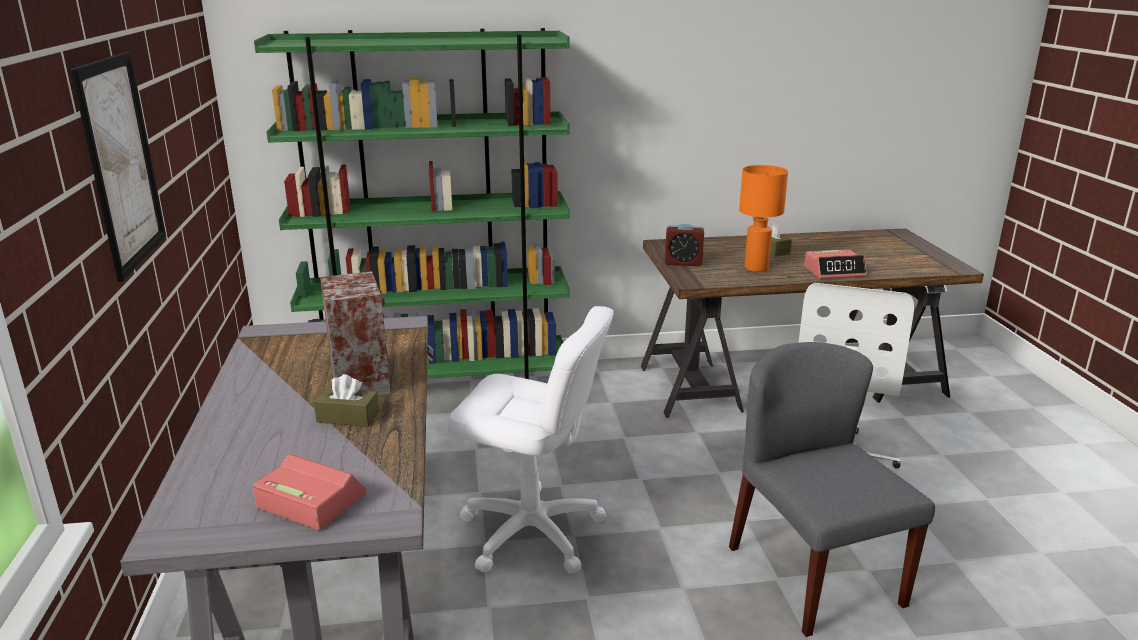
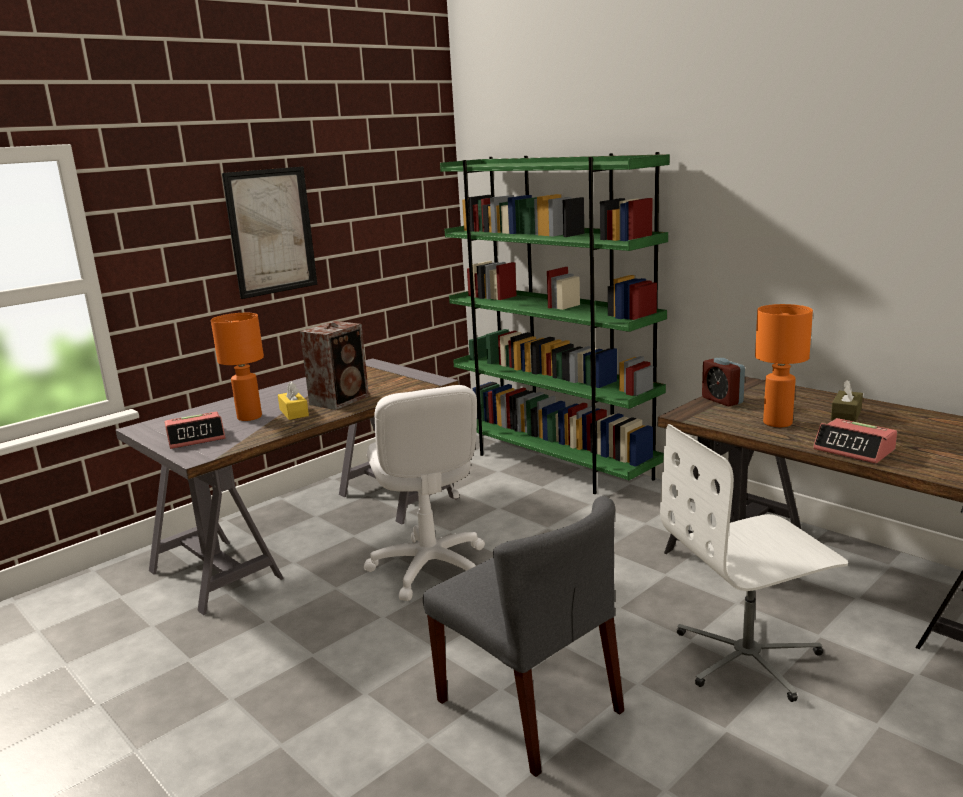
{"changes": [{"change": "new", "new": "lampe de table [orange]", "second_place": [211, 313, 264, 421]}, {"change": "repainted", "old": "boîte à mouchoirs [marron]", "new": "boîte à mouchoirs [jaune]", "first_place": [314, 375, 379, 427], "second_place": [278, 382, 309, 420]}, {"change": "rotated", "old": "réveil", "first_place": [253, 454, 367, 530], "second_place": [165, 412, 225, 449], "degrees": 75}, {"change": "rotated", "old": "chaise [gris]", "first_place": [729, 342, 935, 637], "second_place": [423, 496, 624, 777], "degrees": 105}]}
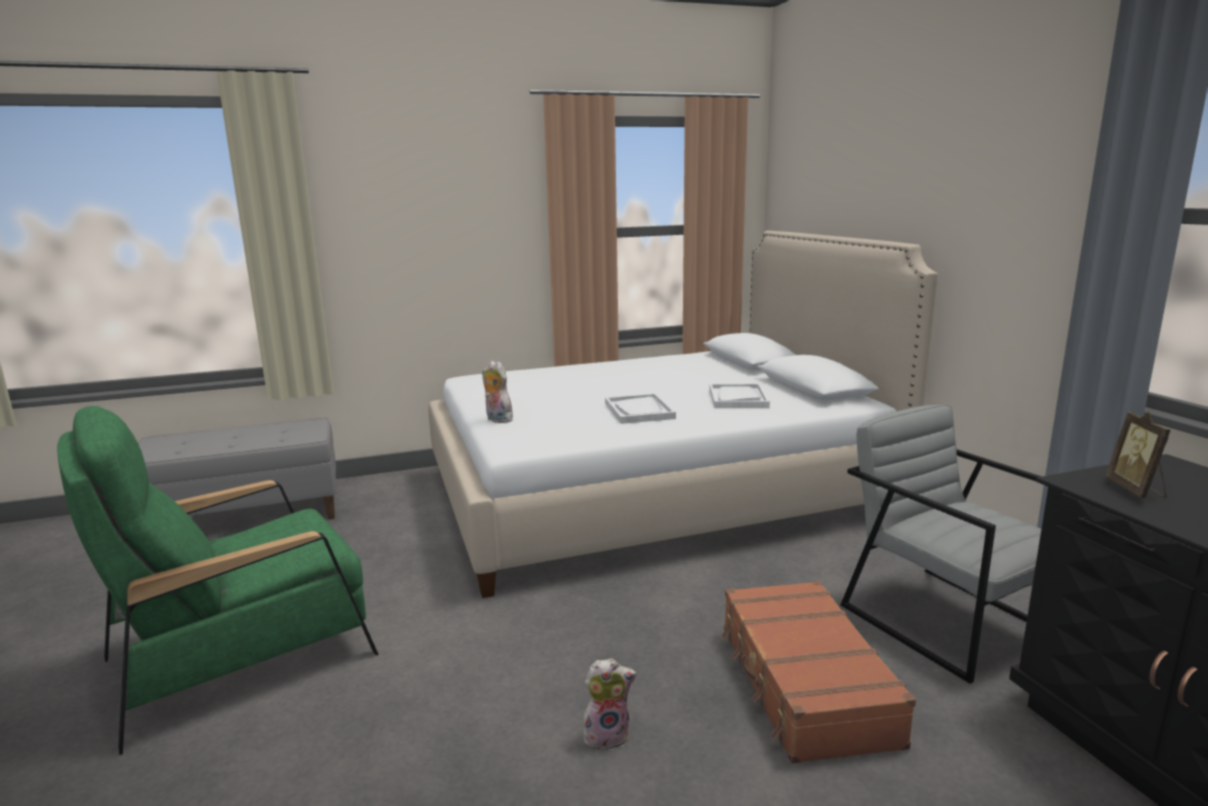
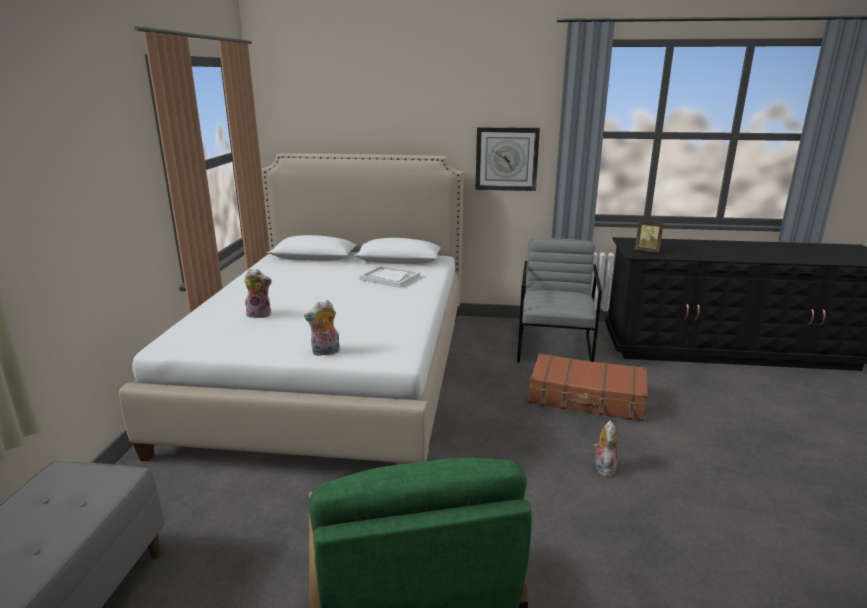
{"changes": [{"change": "gone", "old": "plateau [blanc]", "first_place": [605, 393, 676, 424]}, {"change": "new", "new": "peluche", "second_place": [244, 269, 272, 318]}, {"change": "new", "new": "horloge murale", "second_place": [475, 127, 540, 191]}, {"change": "rotated", "old": "fauteuil [gris]", "first_place": [840, 405, 1042, 684], "second_place": [517, 238, 602, 362], "degrees": 105}]}
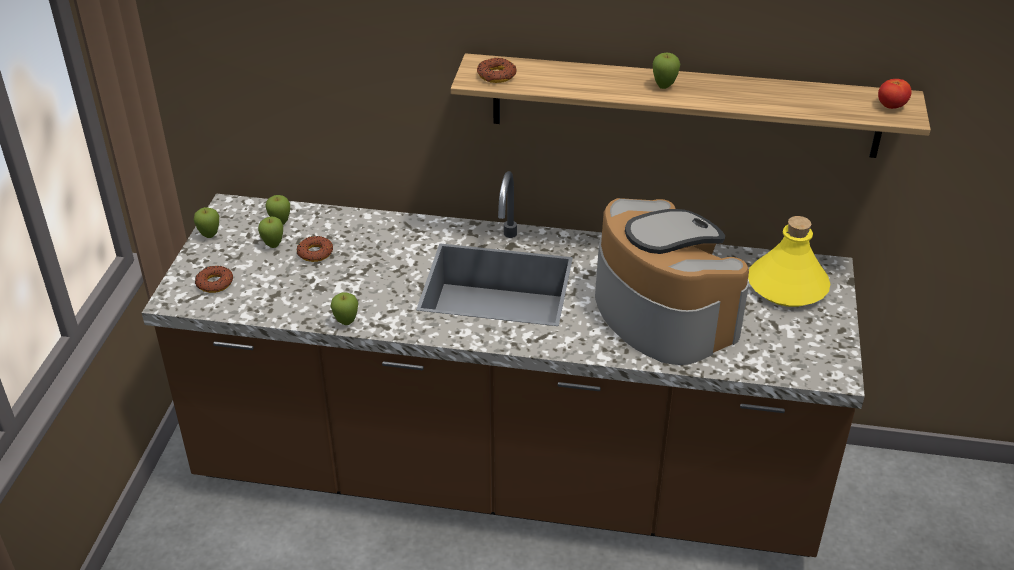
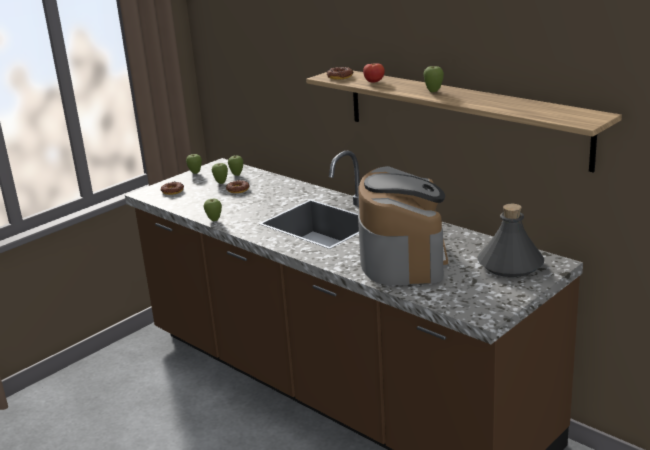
{"changes": [{"change": "shifted", "old": "tomate", "first_place": [878, 79, 912, 109], "second_place": [363, 63, 385, 83]}, {"change": "repainted", "old": "bouteille [jaune]", "new": "bouteille [gris]", "first_place": [748, 216, 830, 307], "second_place": [478, 204, 544, 277]}]}
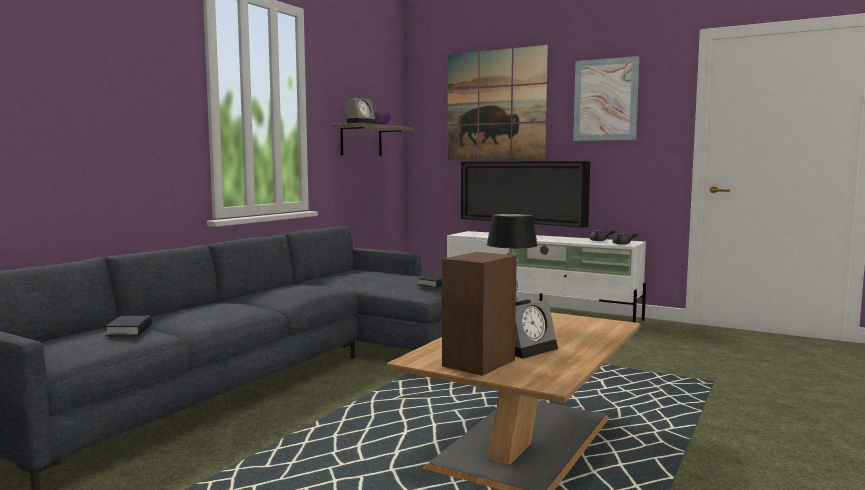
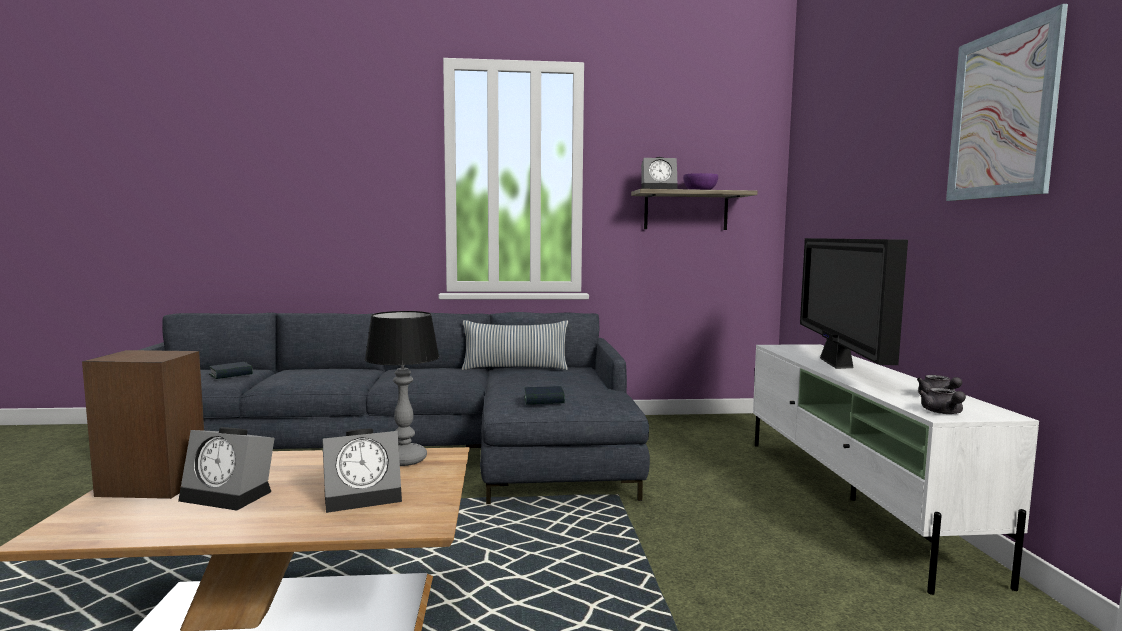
{"changes": [{"change": "gone", "old": "tableau", "first_place": [447, 45, 548, 160]}, {"change": "new", "new": "réveil", "second_place": [322, 429, 402, 513]}, {"change": "new", "new": "coussin", "second_place": [462, 320, 568, 370]}]}
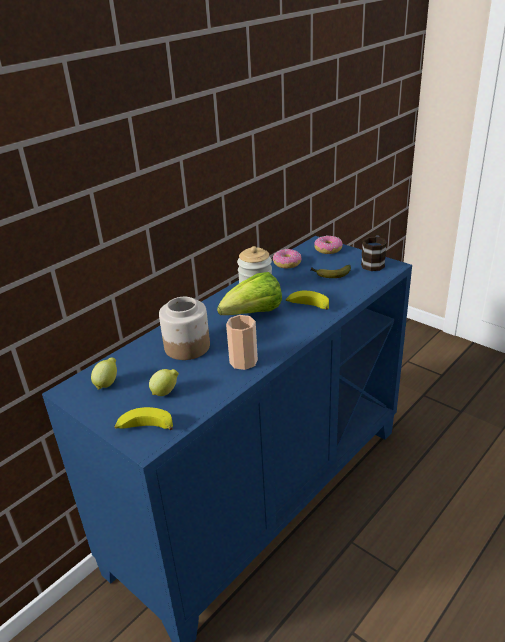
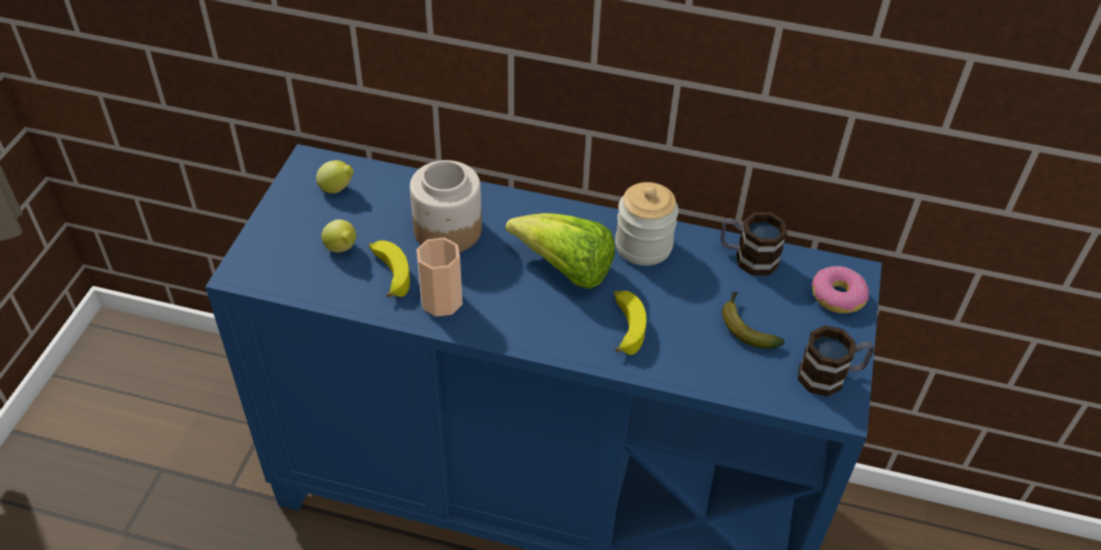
{"changes": [{"change": "shifted", "old": "banane", "first_place": [115, 407, 173, 430], "second_place": [369, 240, 410, 298]}, {"change": "swapped", "old": "beignet", "new": "mug", "first_place": [273, 249, 302, 268], "second_place": [721, 212, 787, 276]}]}
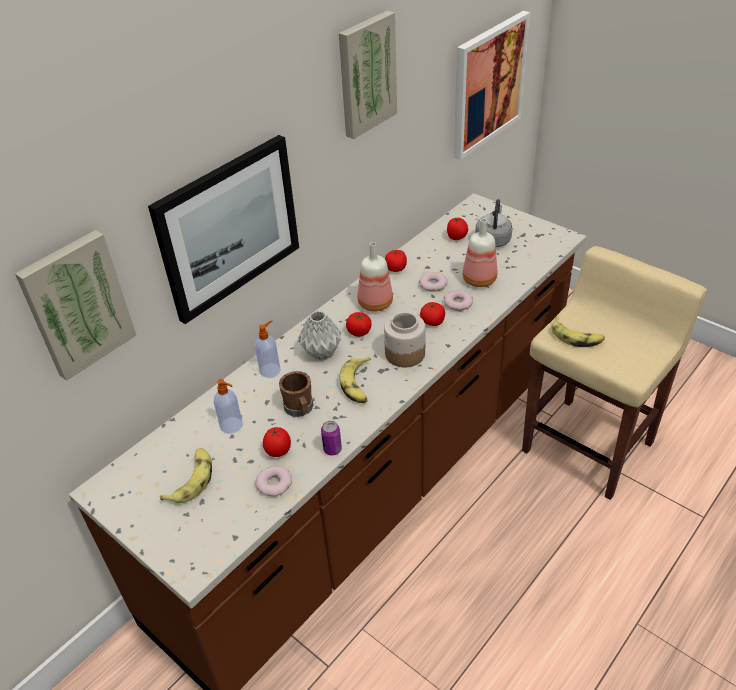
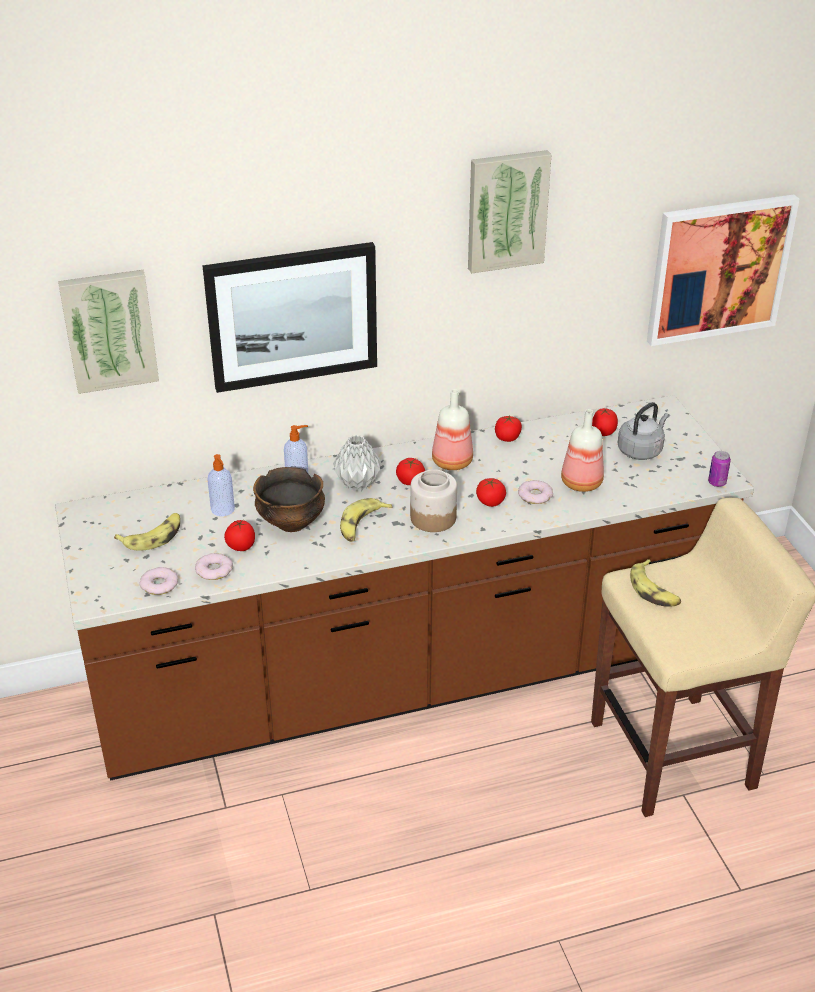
{"changes": [{"change": "shifted", "old": "boîte métallique", "first_place": [321, 421, 342, 455], "second_place": [708, 451, 731, 487]}, {"change": "shifted", "old": "beignet", "first_place": [419, 272, 448, 292], "second_place": [139, 567, 178, 595]}, {"change": "swapped", "old": "mug [marron]", "new": "bol", "first_place": [279, 371, 313, 417], "second_place": [253, 467, 325, 532]}]}
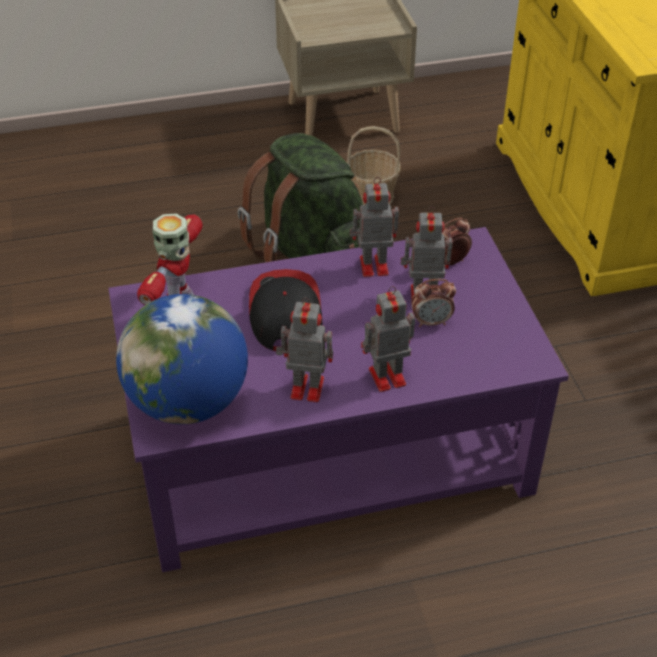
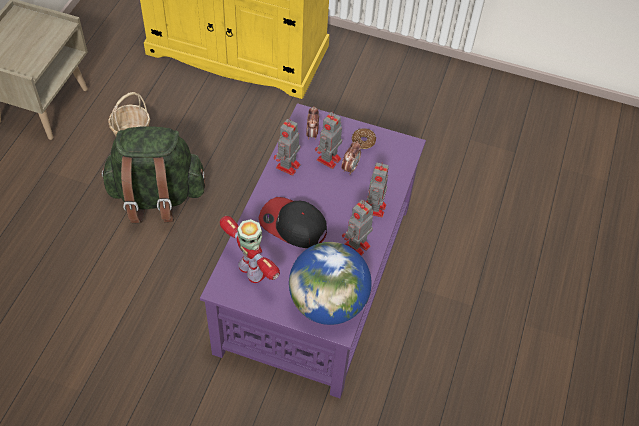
{"changes": [{"change": "new", "new": "beignet", "second_place": [352, 128, 376, 149]}]}
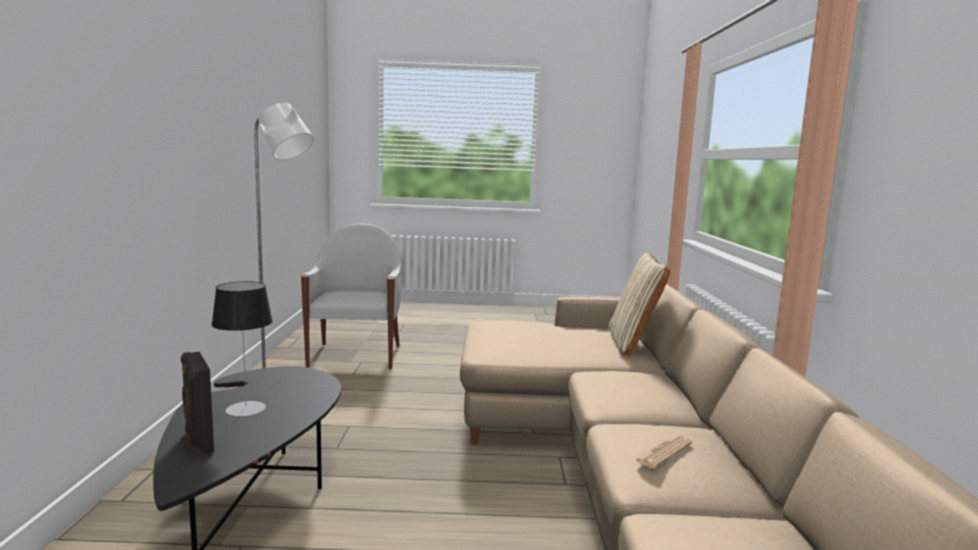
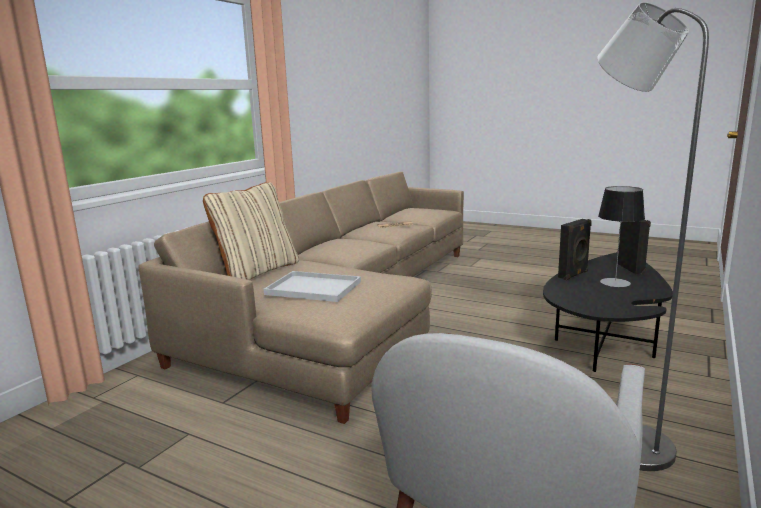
{"changes": [{"change": "new", "new": "plateau [blanc]", "second_place": [264, 271, 361, 302]}, {"change": "new", "new": "enceinte [noir]", "second_place": [558, 219, 592, 280]}]}
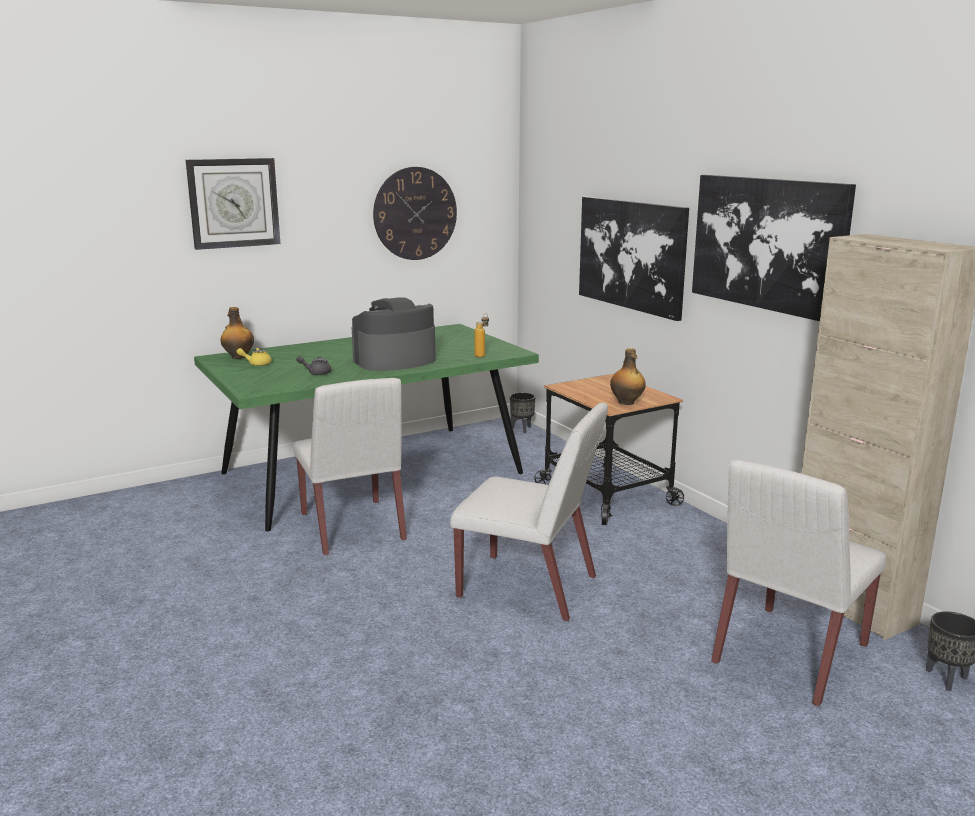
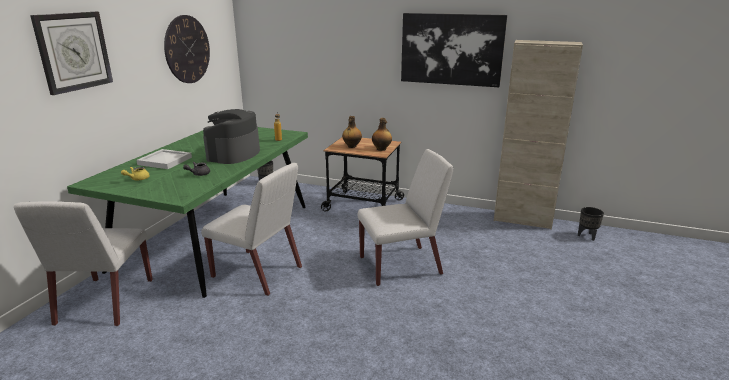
{"changes": [{"change": "gone", "old": "tableau", "first_place": [579, 196, 689, 321]}, {"change": "new", "new": "plateau [blanc]", "second_place": [136, 149, 192, 169]}, {"change": "shifted", "old": "bouteille", "first_place": [221, 307, 254, 359], "second_place": [342, 116, 362, 148]}, {"change": "shifted", "old": "chaise [blanc]", "first_place": [711, 460, 886, 706], "second_place": [14, 201, 153, 326]}]}
